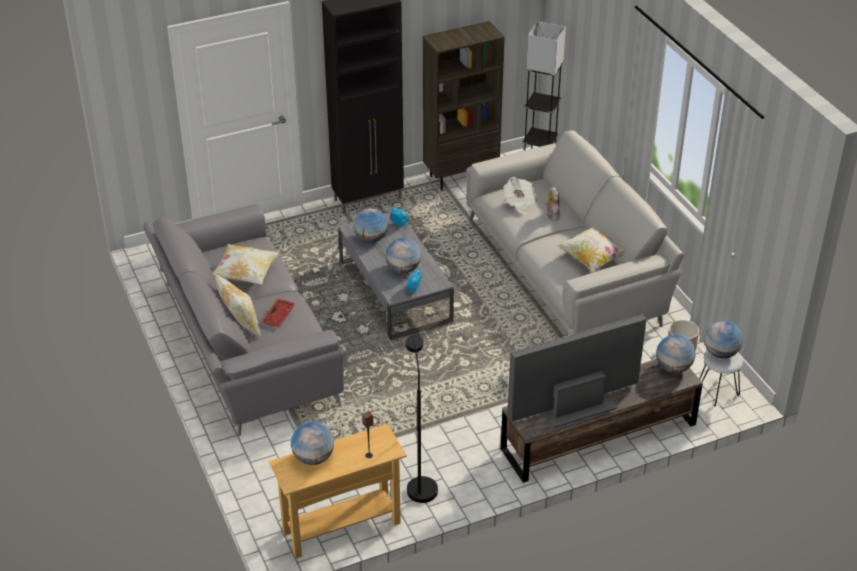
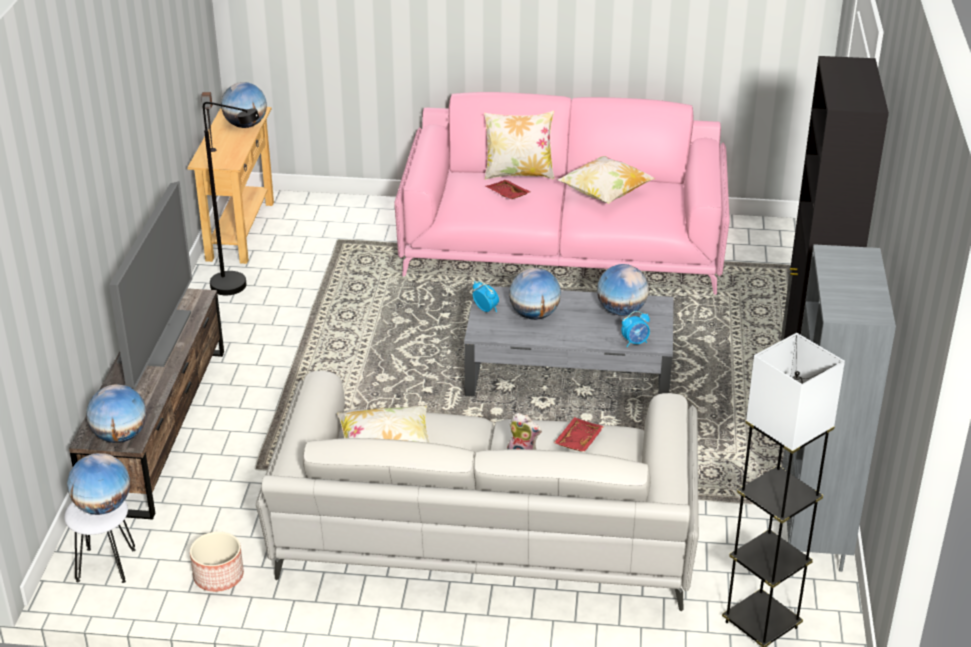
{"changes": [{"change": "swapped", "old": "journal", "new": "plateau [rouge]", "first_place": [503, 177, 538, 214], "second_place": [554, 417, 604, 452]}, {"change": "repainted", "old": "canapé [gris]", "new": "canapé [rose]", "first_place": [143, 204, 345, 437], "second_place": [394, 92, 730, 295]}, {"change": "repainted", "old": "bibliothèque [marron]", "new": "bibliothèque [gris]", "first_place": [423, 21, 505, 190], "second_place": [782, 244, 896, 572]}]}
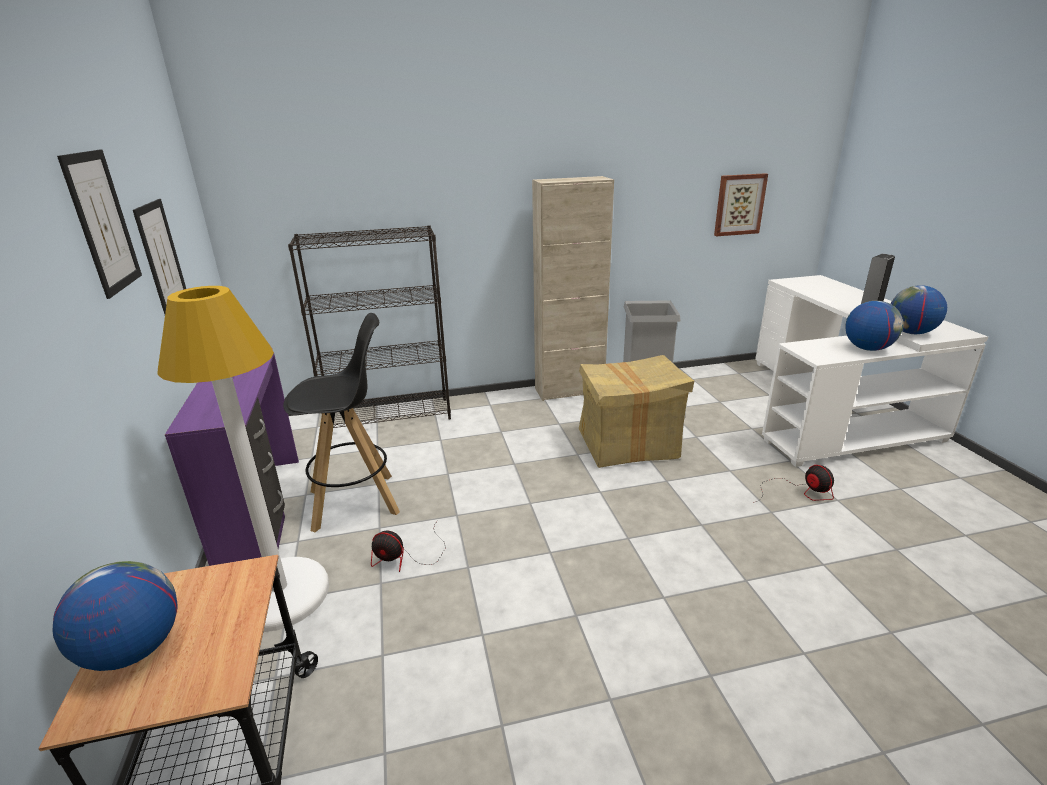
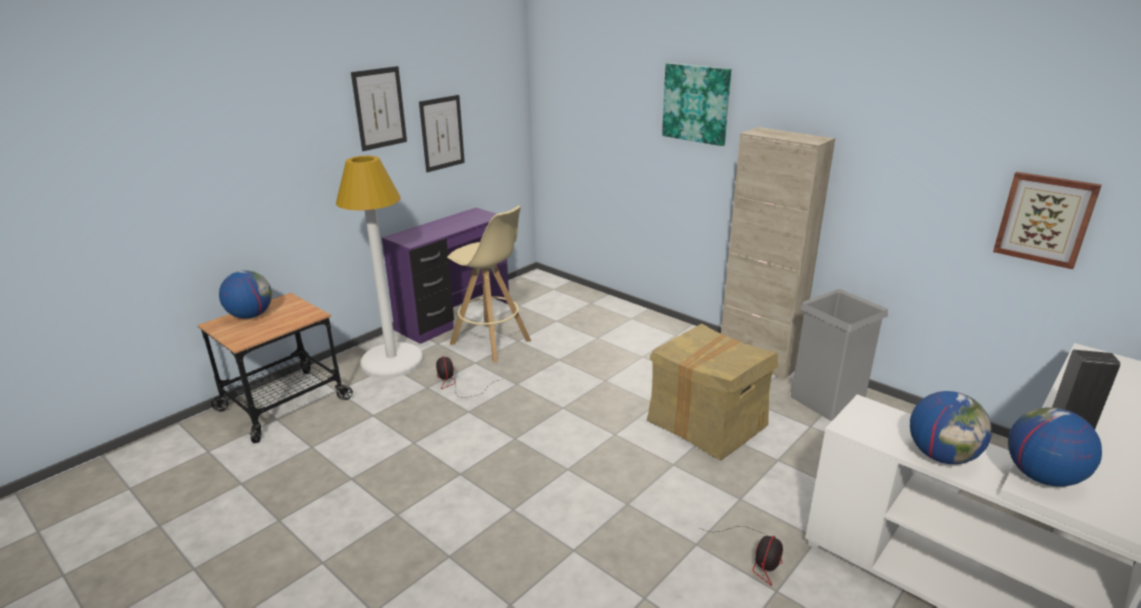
{"changes": [{"change": "gone", "old": "bibliothèque [noir]", "first_place": [288, 225, 451, 428]}, {"change": "new", "new": "tableau", "second_place": [662, 63, 731, 146]}, {"change": "repainted", "old": "tabouret [noir]", "new": "tabouret [beige]", "first_place": [283, 313, 400, 532], "second_place": [447, 206, 531, 363]}]}
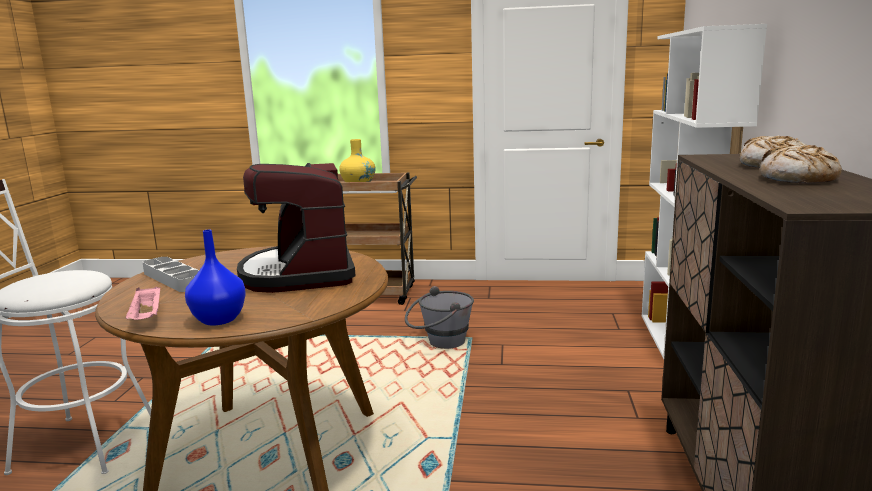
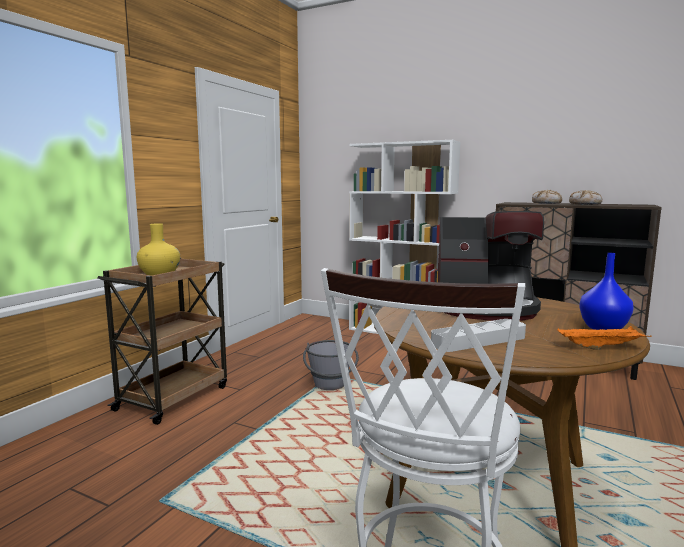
{"changes": [{"change": "repainted", "old": "plateau [rose]", "new": "plateau [orange]", "first_place": [126, 287, 160, 320], "second_place": [557, 326, 651, 350]}]}
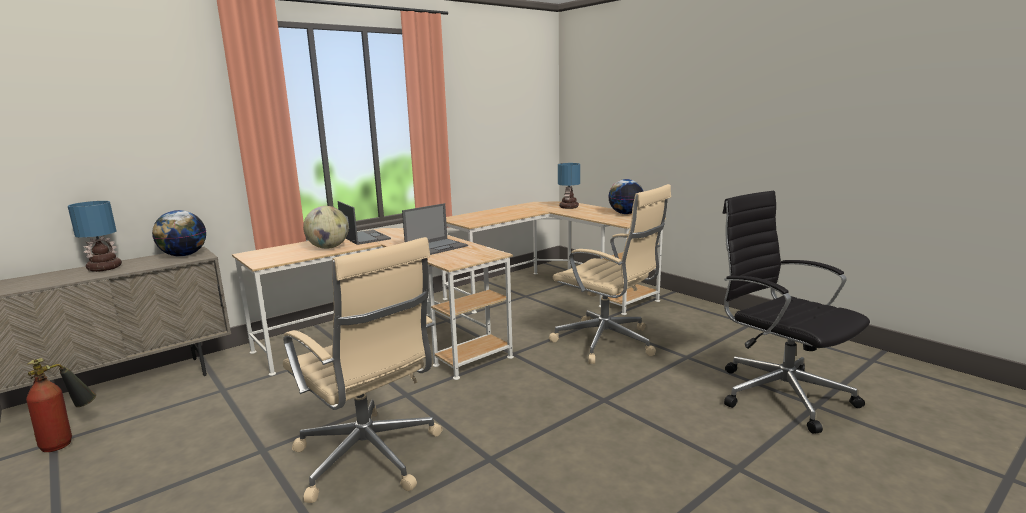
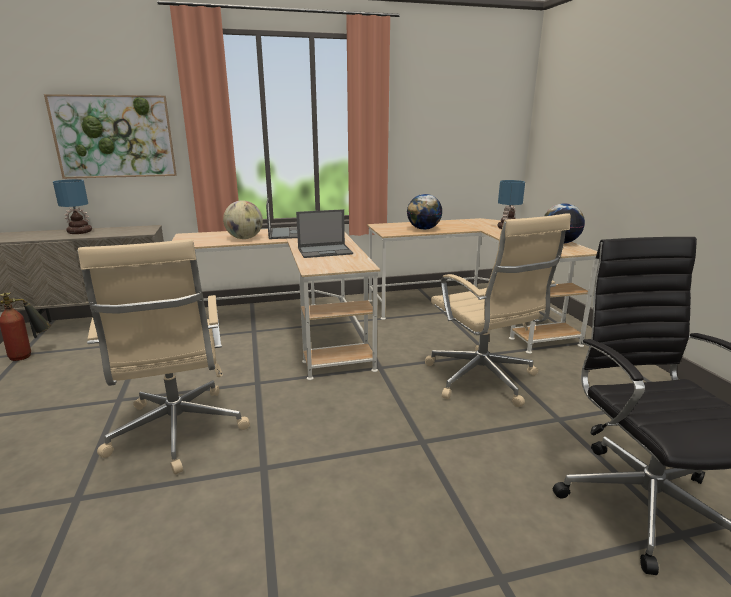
{"changes": [{"change": "new", "new": "tableau", "second_place": [44, 94, 177, 179]}, {"change": "shifted", "old": "globe", "first_place": [152, 210, 206, 256], "second_place": [407, 194, 442, 230]}]}
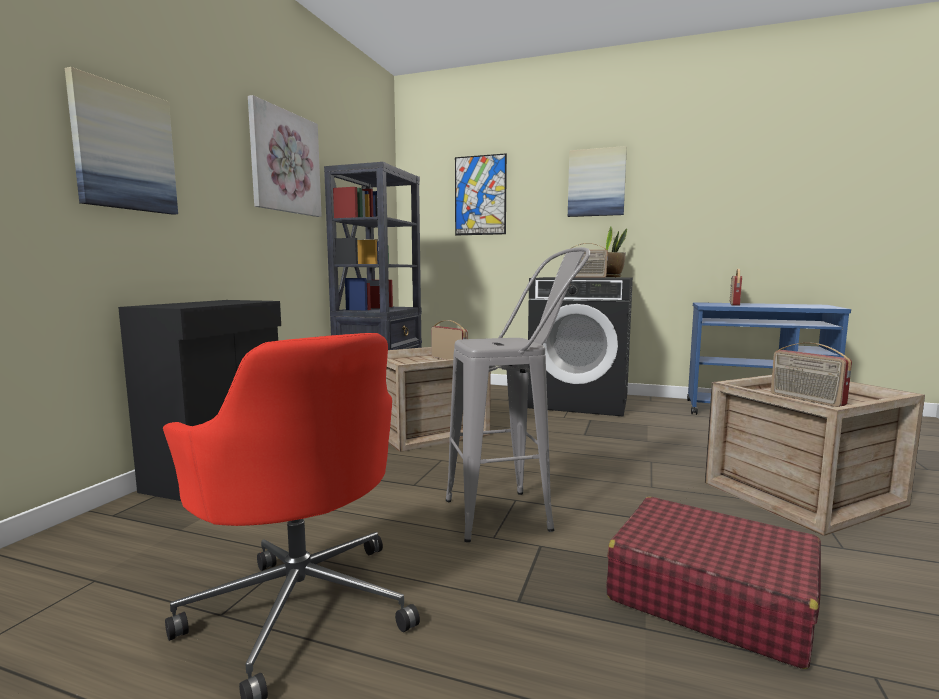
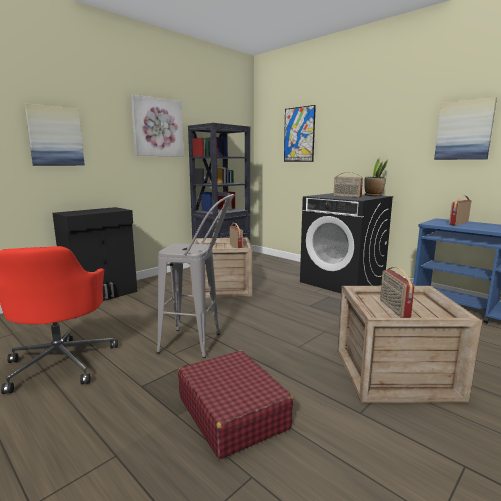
{"changes": [{"change": "shifted", "old": "tableau", "first_place": [568, 146, 627, 217], "second_place": [434, 97, 497, 160]}]}
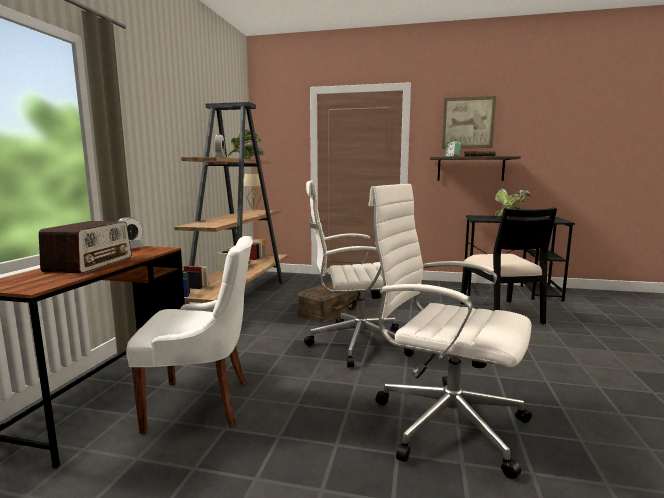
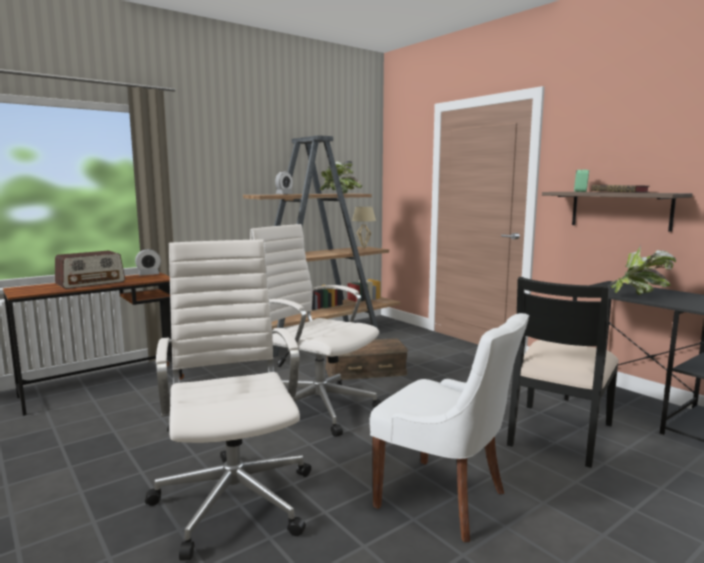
{"changes": [{"change": "gone", "old": "tableau", "first_place": [442, 96, 496, 149]}, {"change": "shifted", "old": "chaise [blanc]", "first_place": [126, 236, 253, 434], "second_place": [369, 313, 529, 542]}]}
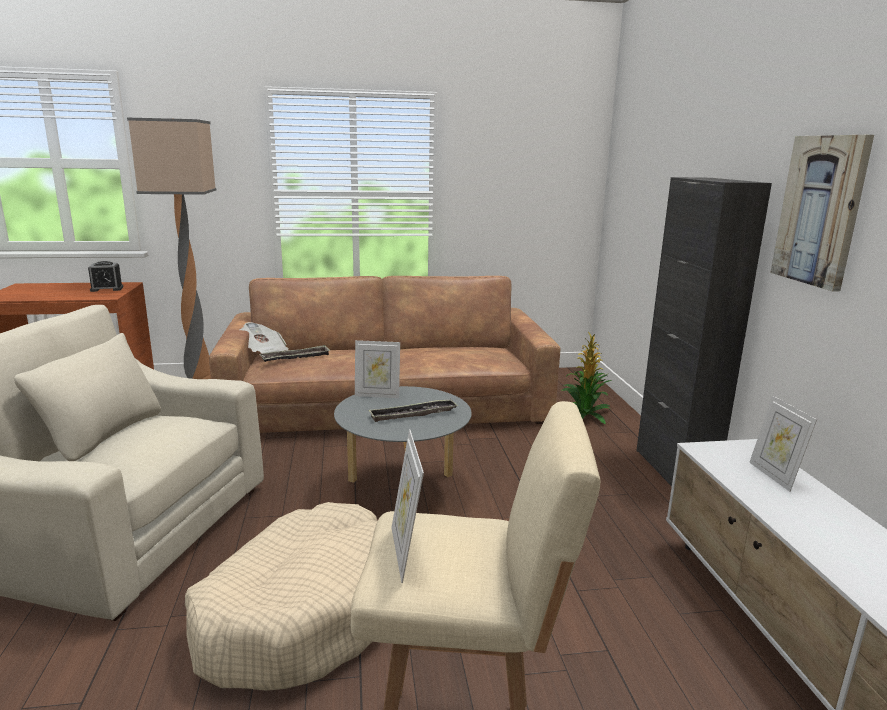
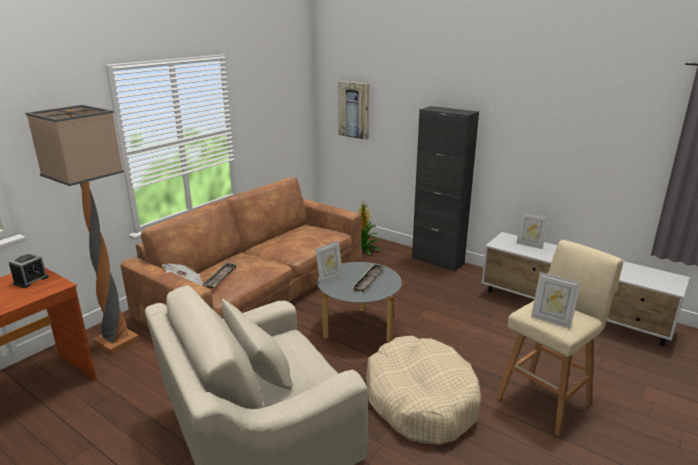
{"changes": [{"change": "shifted", "old": "tableau", "first_place": [770, 135, 874, 291], "second_place": [338, 81, 369, 140]}]}
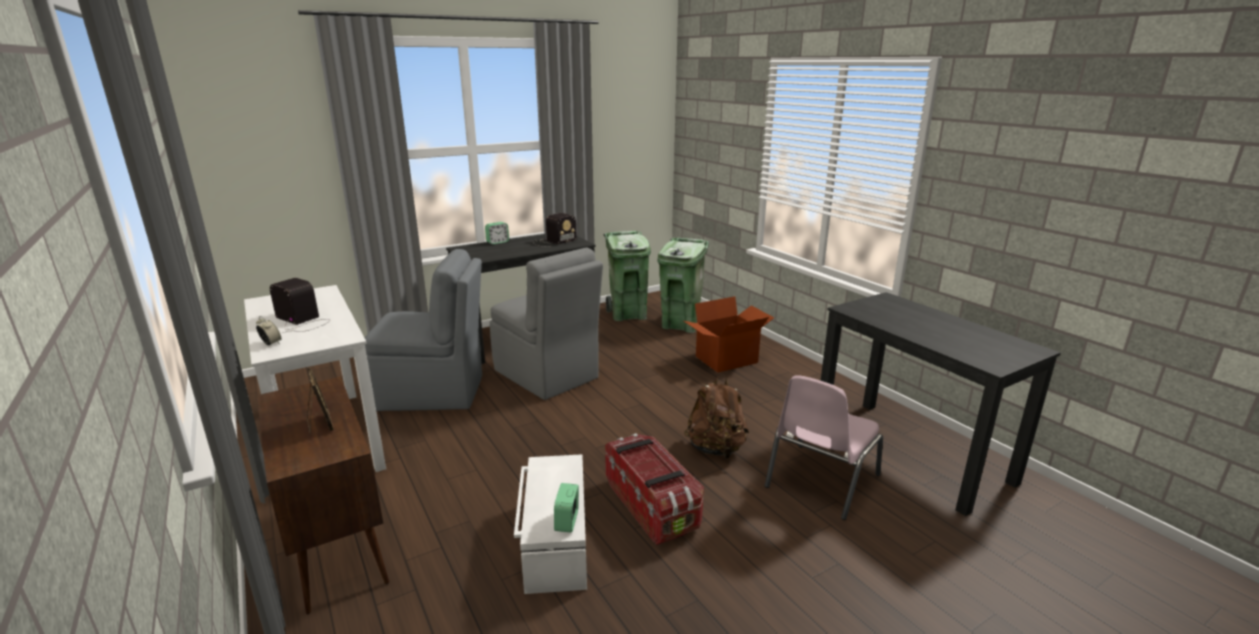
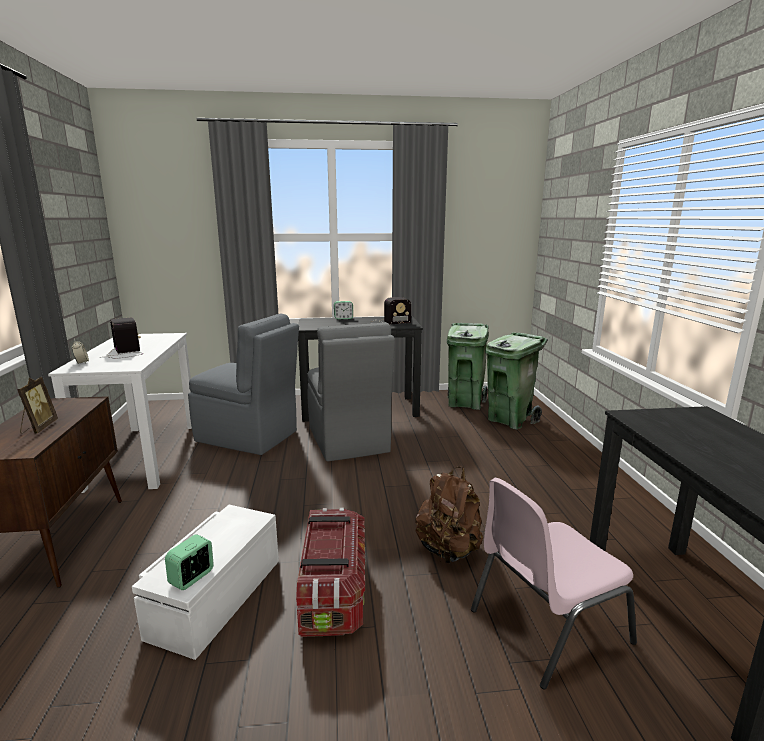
{"changes": [{"change": "gone", "old": "carton", "first_place": [684, 296, 774, 373]}]}
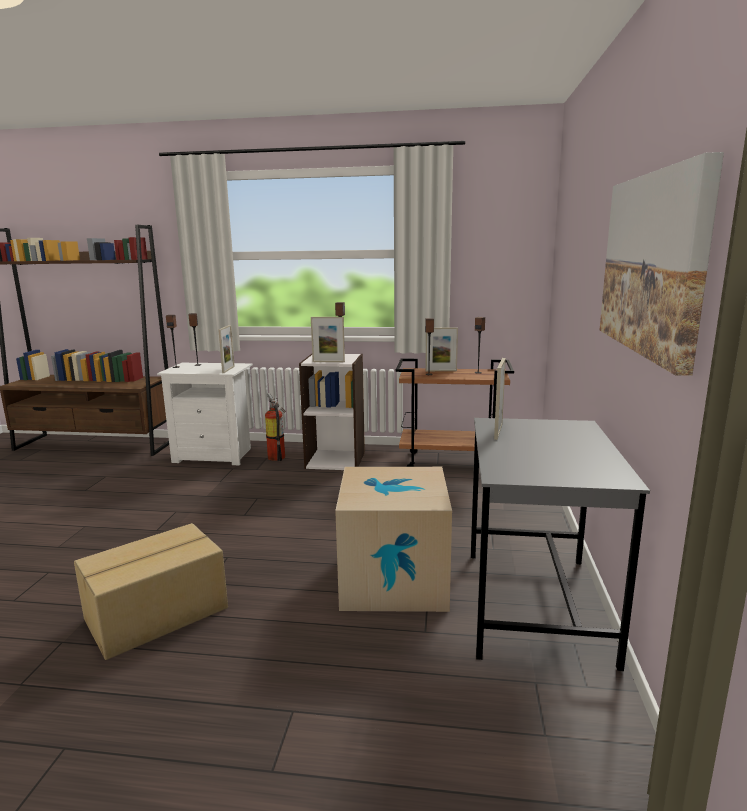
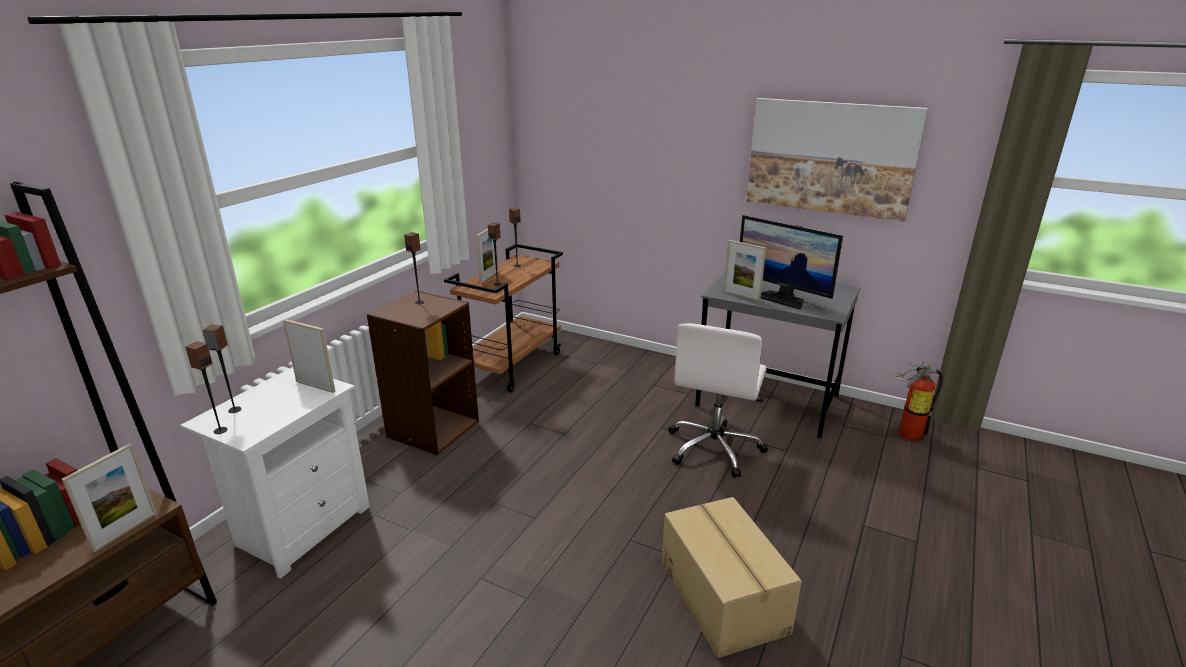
{"changes": [{"change": "new", "new": "écran d'ordinateur", "second_place": [740, 215, 843, 309]}, {"change": "shifted", "old": "extincteur", "first_place": [265, 393, 286, 461], "second_place": [896, 362, 943, 442]}, {"change": "shifted", "old": "cadre photo", "first_place": [311, 317, 345, 362], "second_place": [62, 443, 157, 553]}, {"change": "swapped", "old": "carton", "new": "chaise de bureau [blanc]", "first_place": [335, 467, 452, 612], "second_place": [668, 323, 768, 478]}, {"change": "repainted", "old": "bibliothèque [blanc]", "new": "bibliothèque [marron]", "first_place": [299, 354, 365, 470], "second_place": [367, 290, 479, 455]}]}
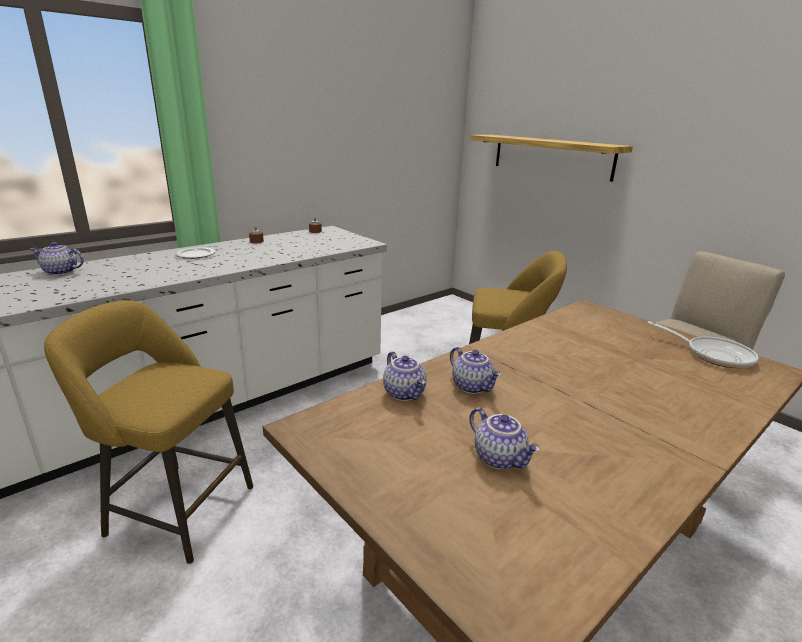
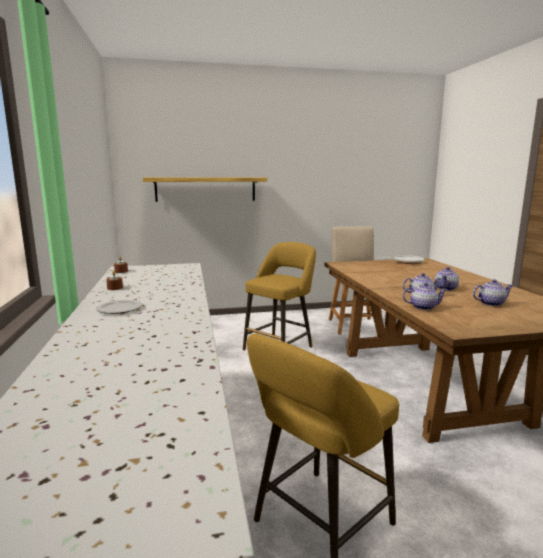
{"changes": [{"change": "shifted", "old": "théière", "first_place": [30, 242, 84, 275], "second_place": [435, 267, 459, 291]}]}
